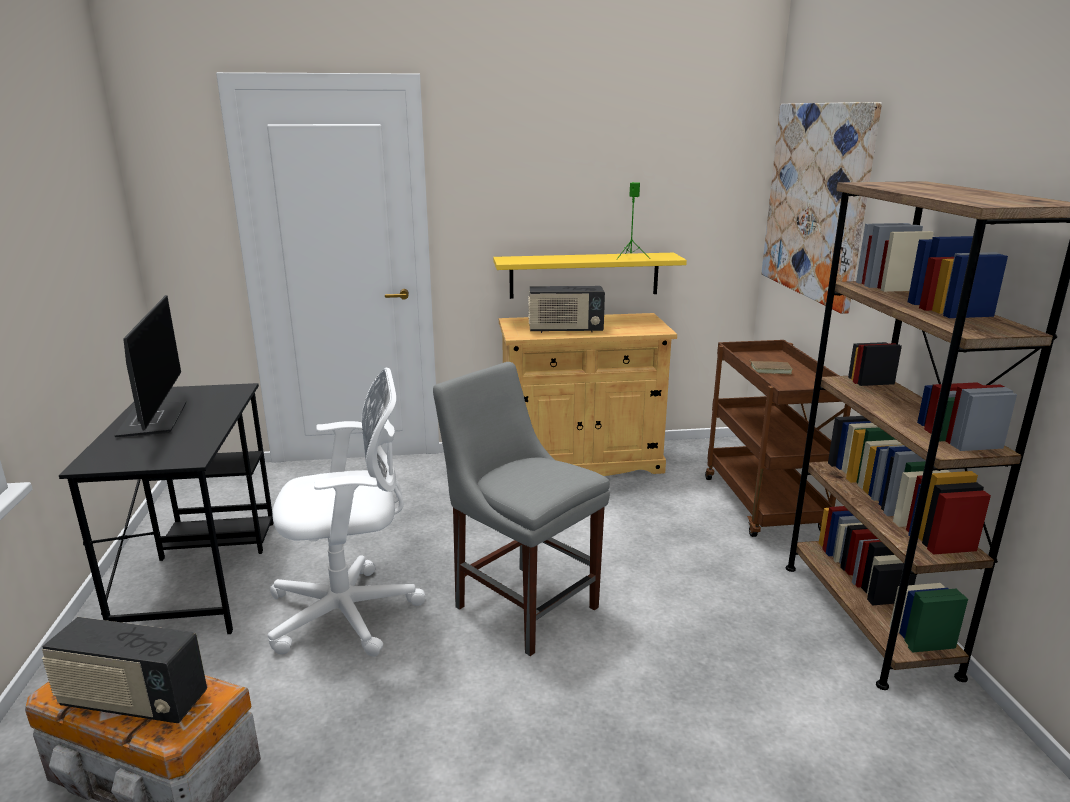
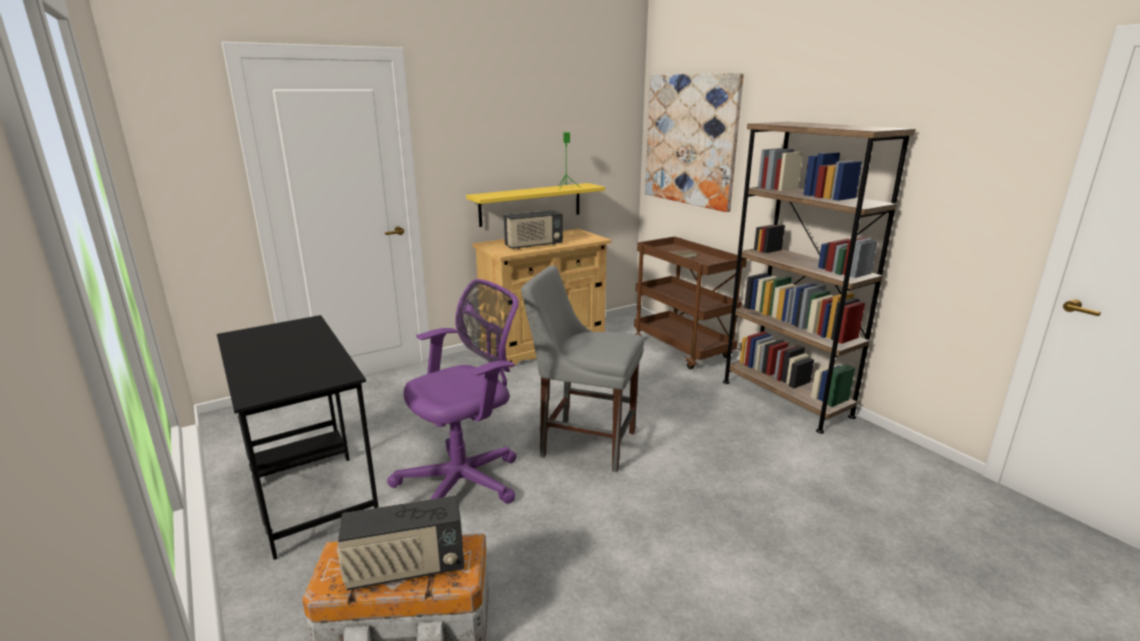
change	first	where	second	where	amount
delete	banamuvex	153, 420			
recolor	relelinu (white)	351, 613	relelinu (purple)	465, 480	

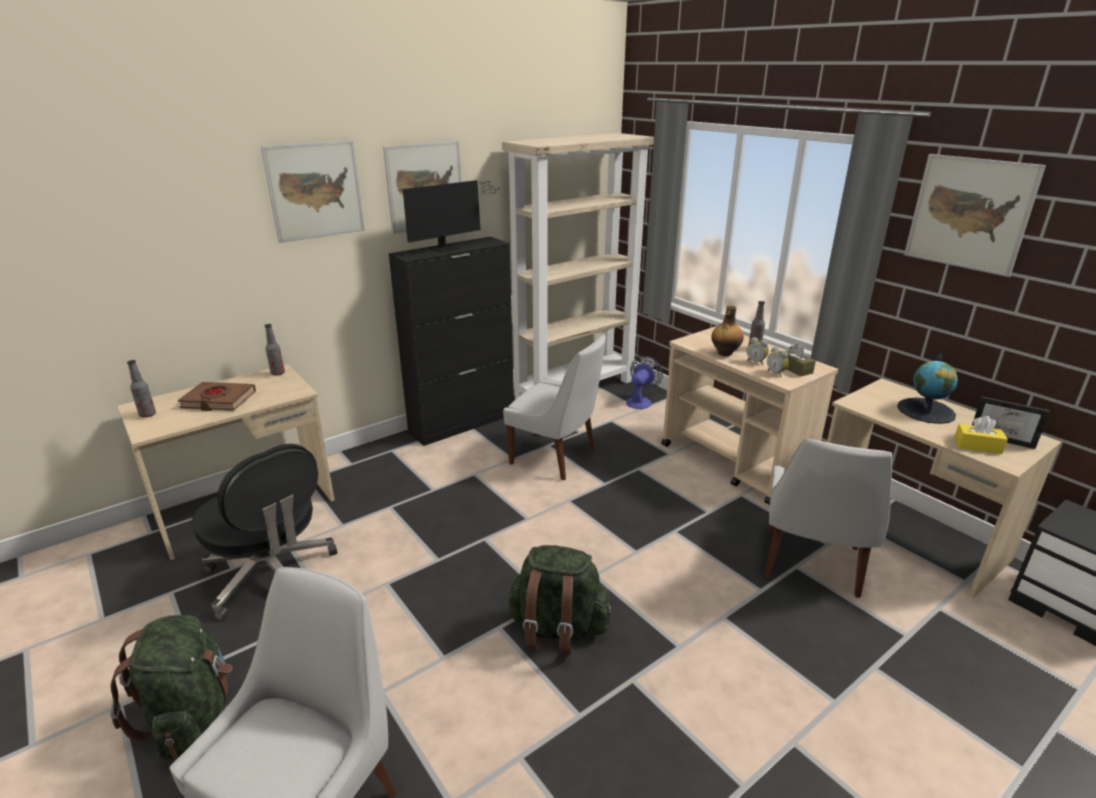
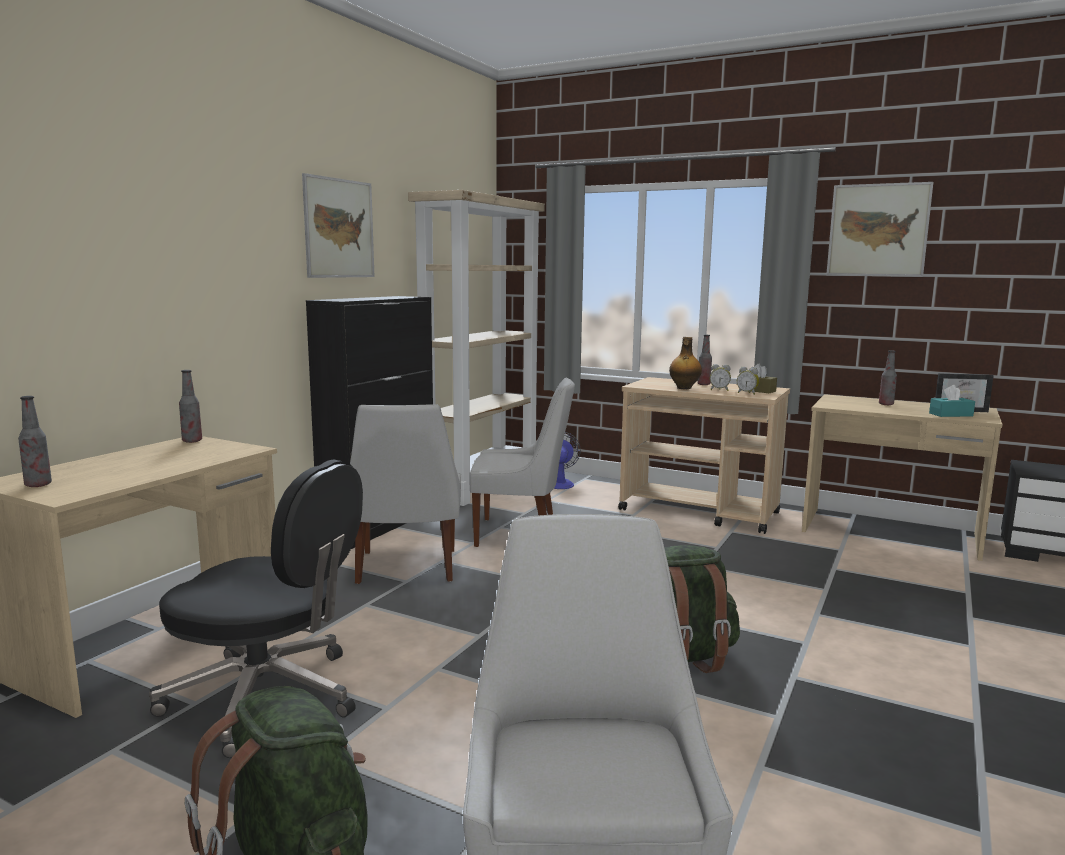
change	first	where	second	where	amount
delete	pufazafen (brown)	218, 400			
delete	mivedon	315, 191			
delete	banamuvex	448, 247			
move	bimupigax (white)	811, 565		406, 568	
replace	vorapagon	926, 411	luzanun	886, 404	
recolor	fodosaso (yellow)	977, 446	fodosaso (turquoise)	951, 414	

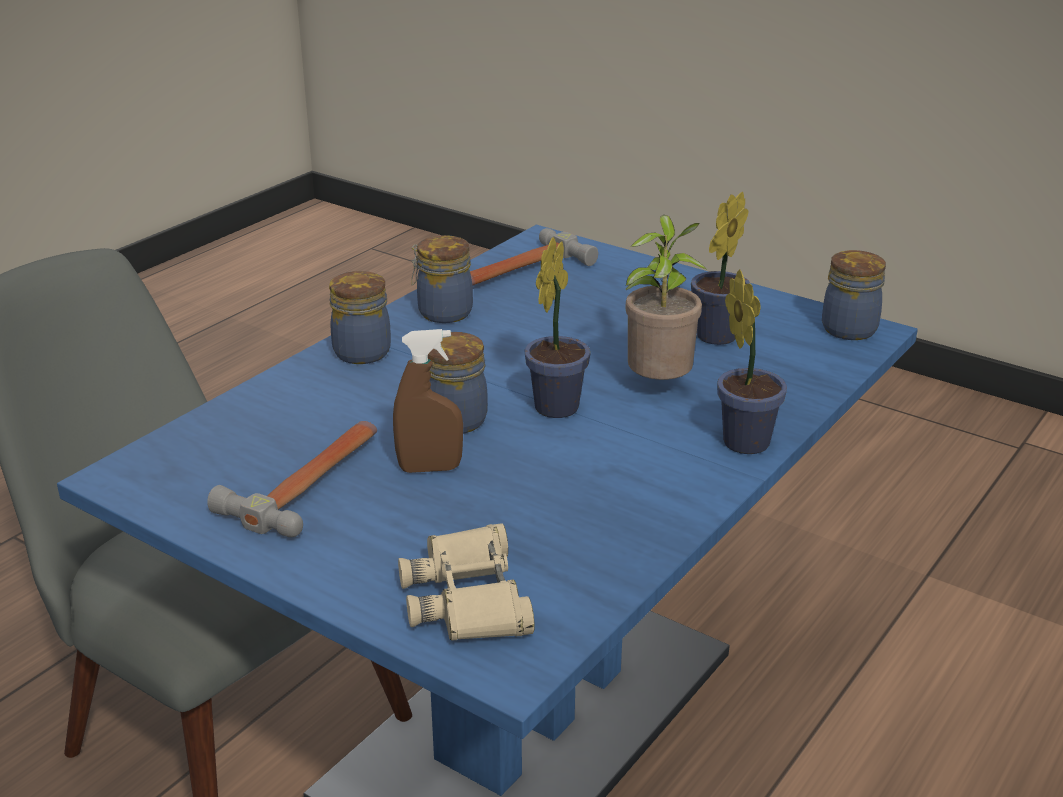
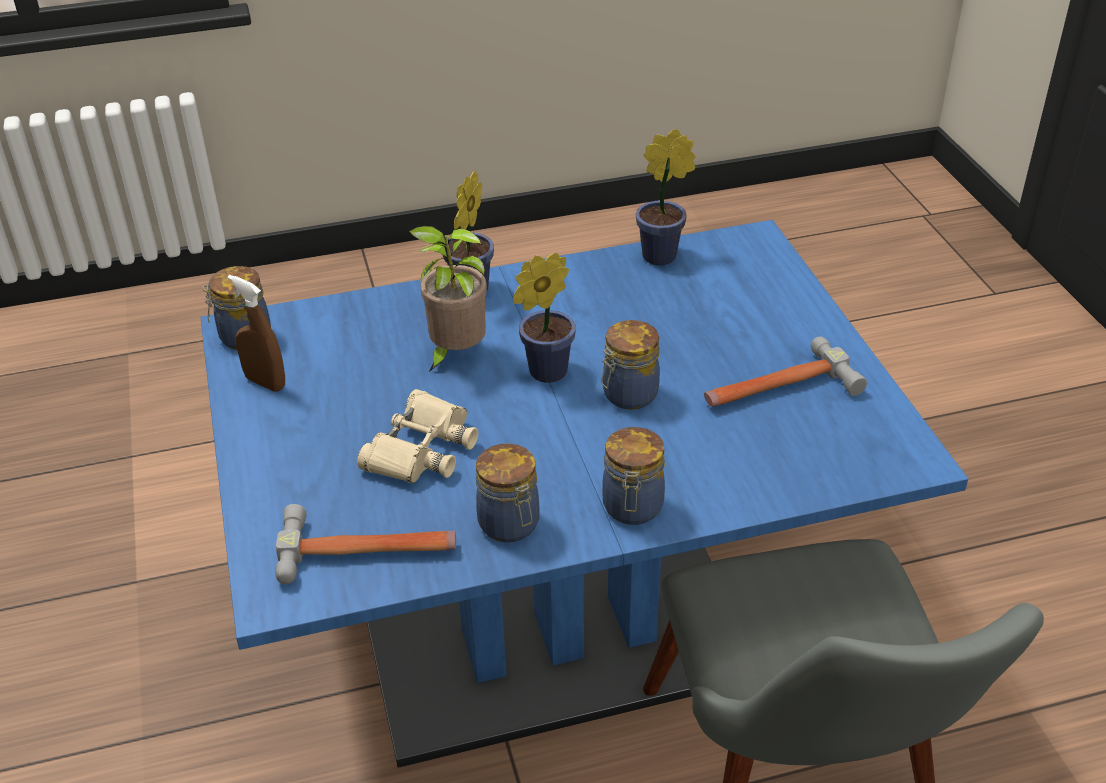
change	first	where	second	where	amount
move	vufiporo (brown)	430, 468		265, 382	
move	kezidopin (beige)	468, 597		421, 448	
move	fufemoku	713, 338		664, 255	

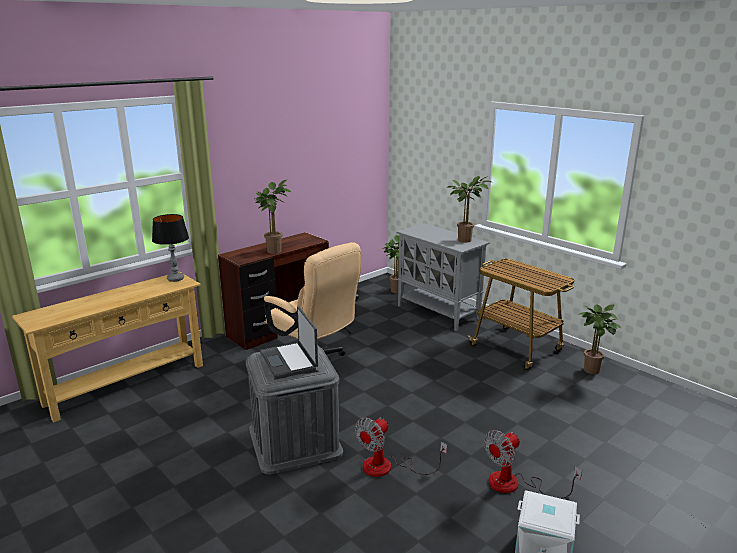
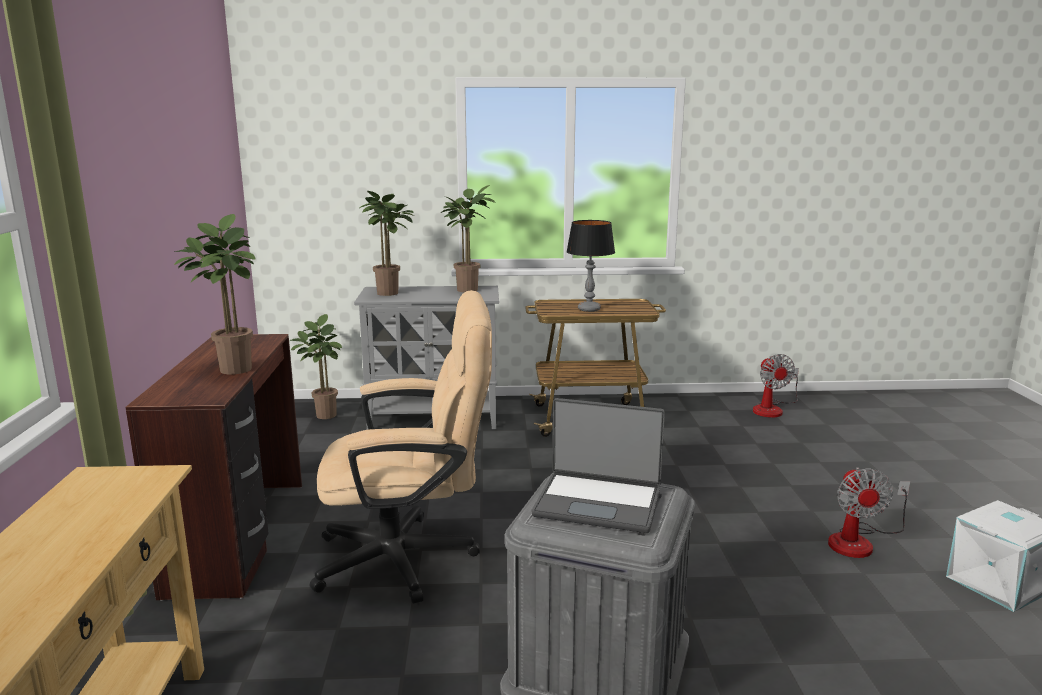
change	first	where	second	where	amount
move	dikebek	175, 279		589, 309	
move	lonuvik	388, 467		772, 409	
move	fufemoku	592, 371		390, 294	

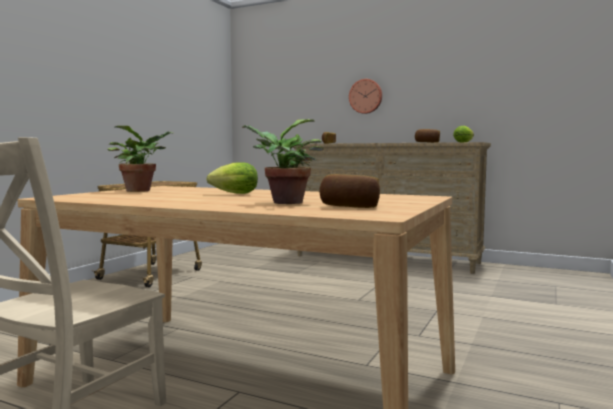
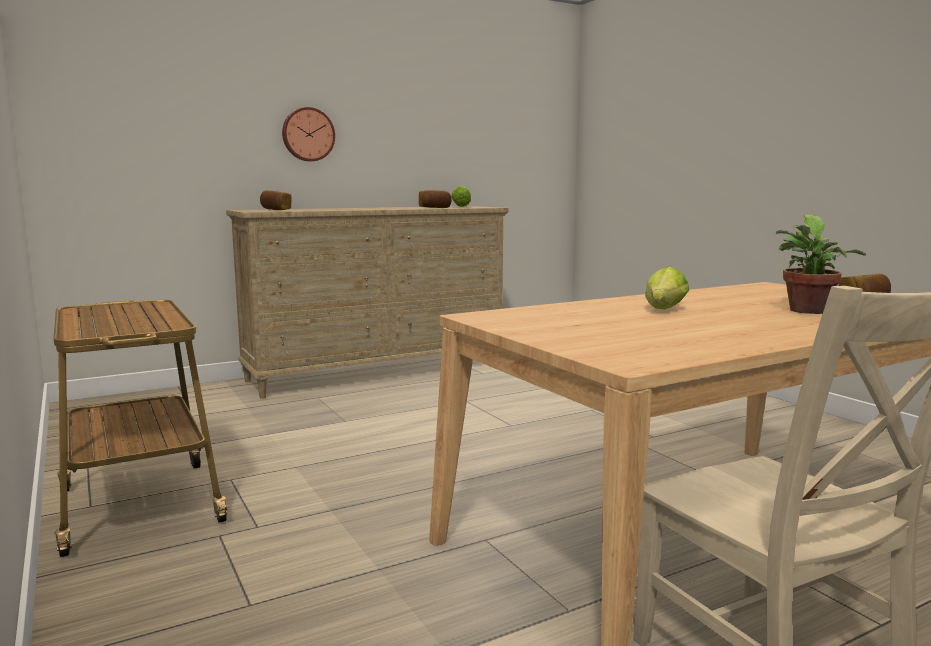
change	first	where	second	where	amount
delete	fufemoku	141, 190			

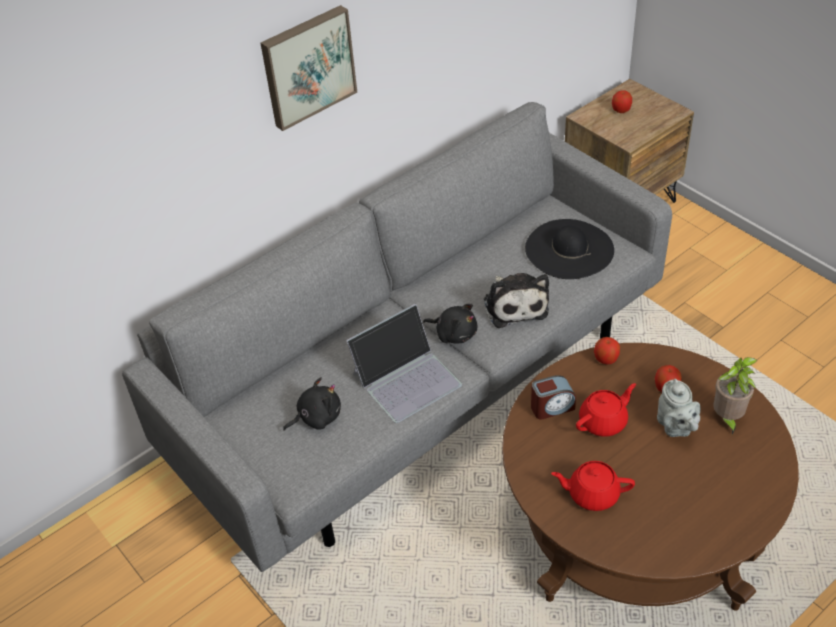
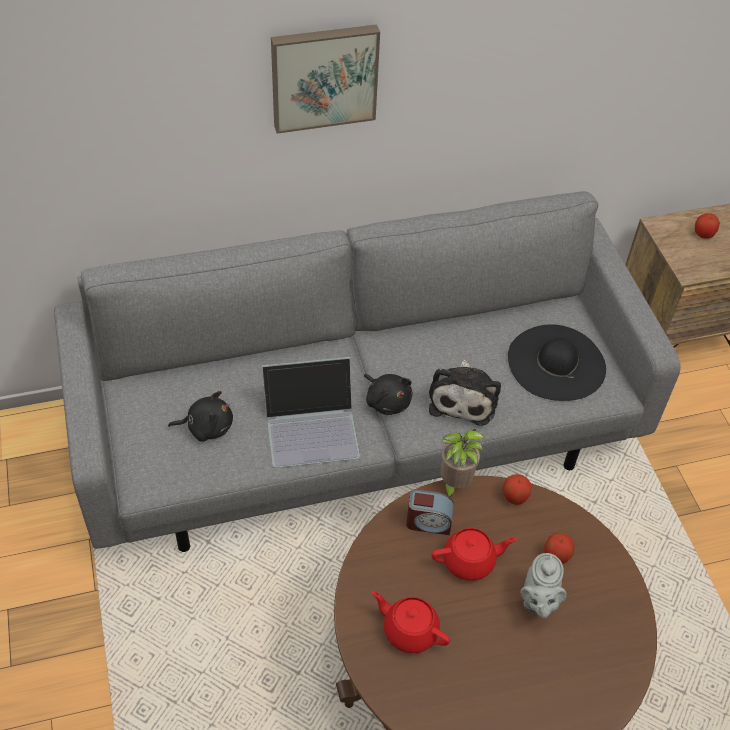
change	first	where	second	where	amount
move	fufemoku	727, 418		454, 484	

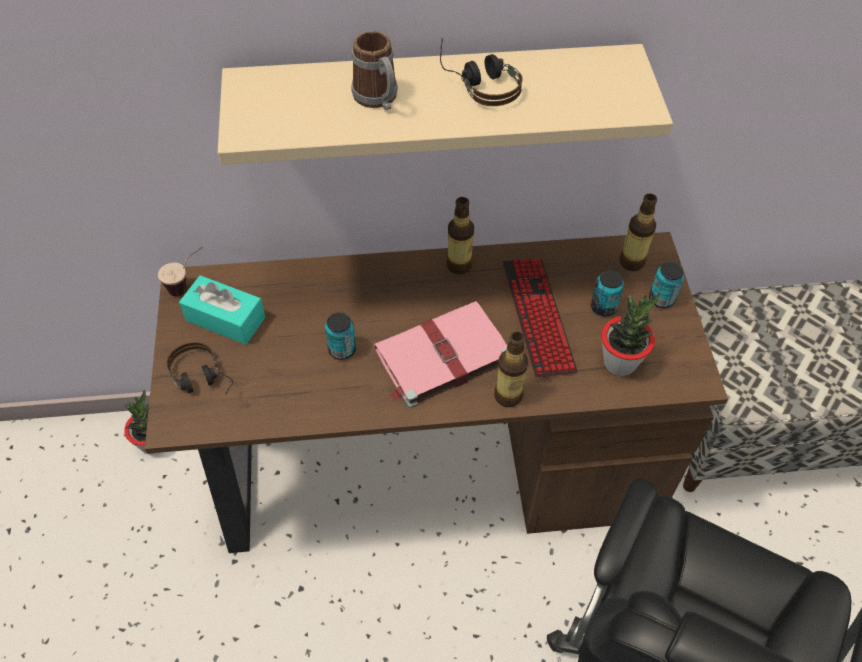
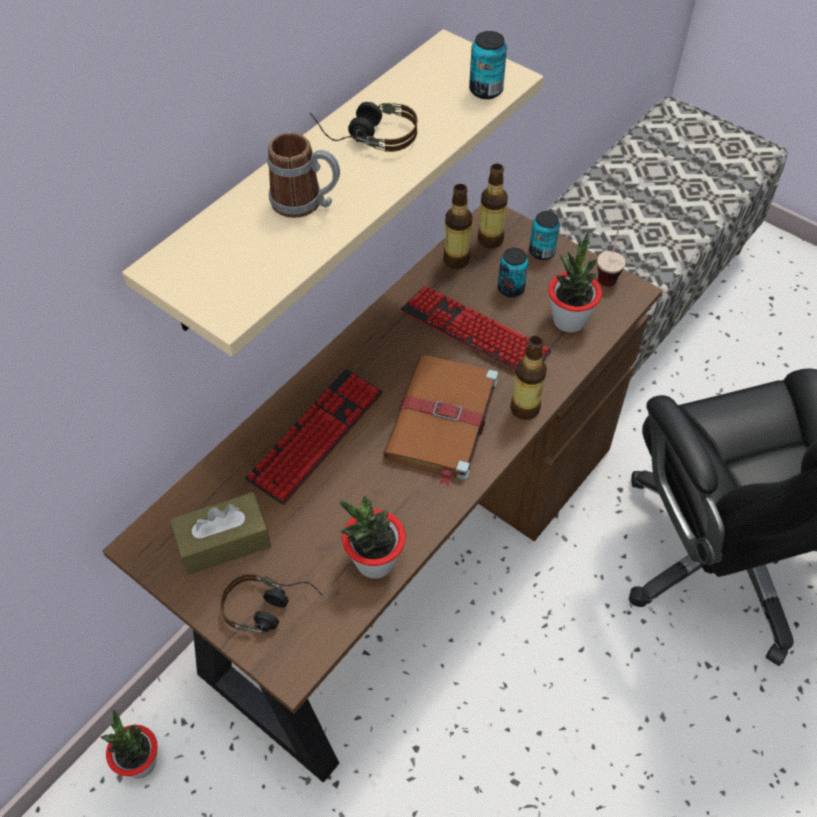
change	first	where	second	where	amount
insert			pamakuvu	316, 436	
insert			fufemoku	374, 562	
move	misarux	188, 285		608, 272	
move	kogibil	342, 349		486, 90	
move	luzanun	459, 265		456, 260	
recolor	fodosaso (turquoise)	225, 319	fodosaso (brown)	223, 542	
recolor	pufazafen (pink)	441, 357	pufazafen (brown)	441, 421	

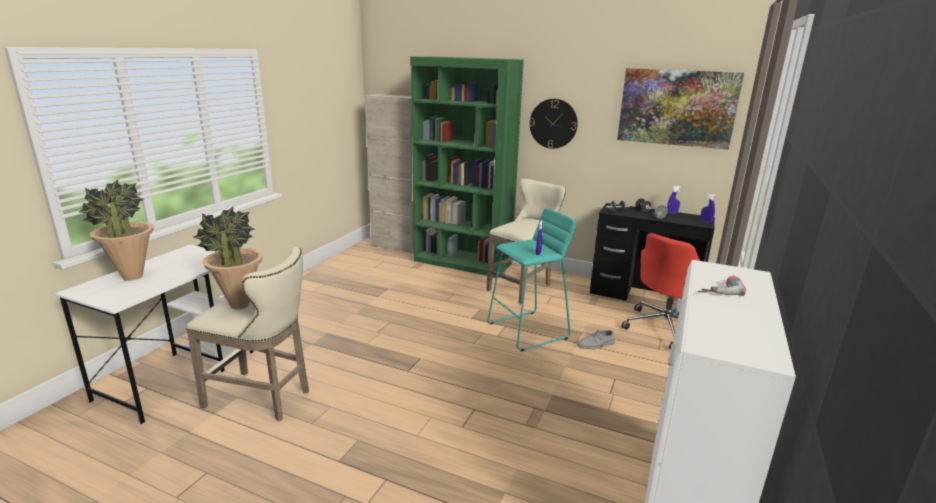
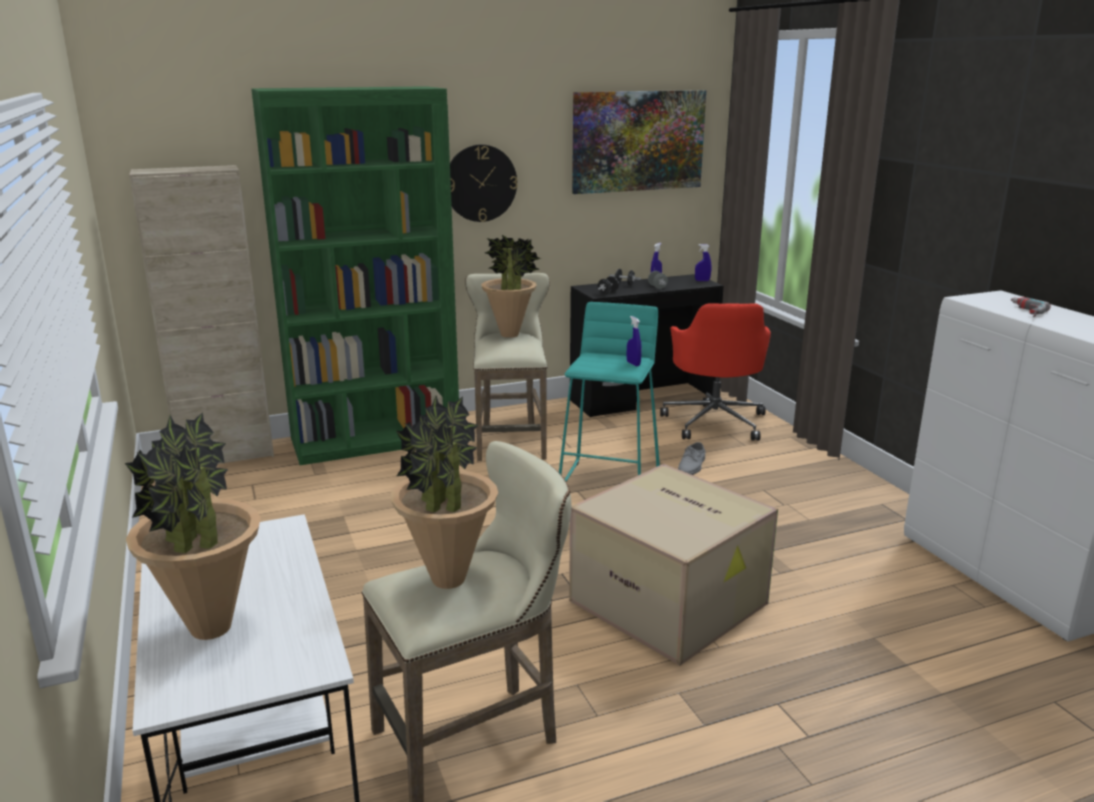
change	first	where	second	where	amount
insert			fufemoku	510, 335	
insert			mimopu	671, 602	

